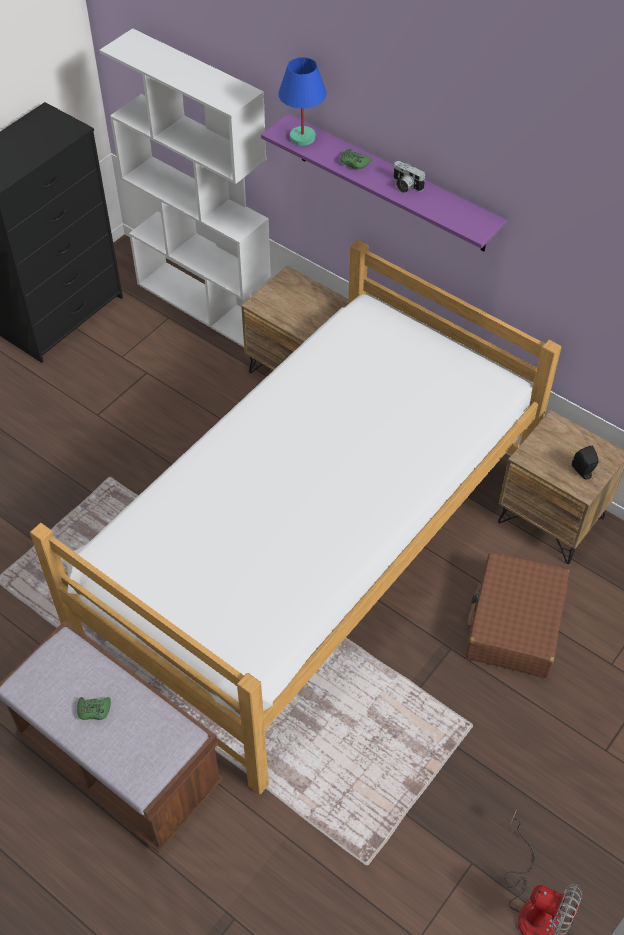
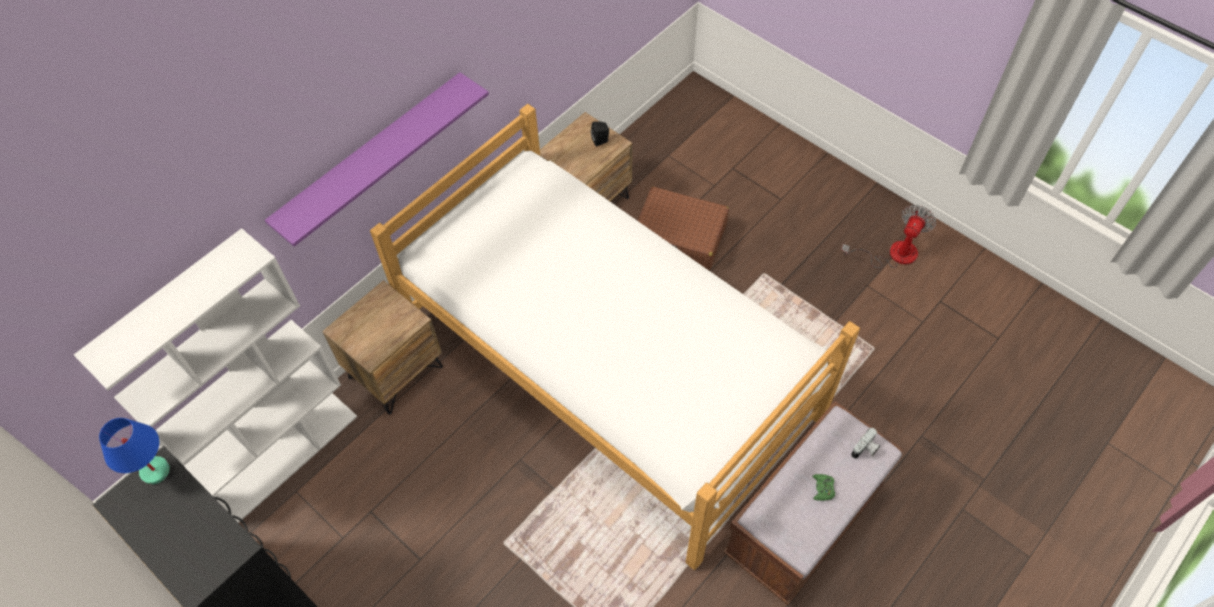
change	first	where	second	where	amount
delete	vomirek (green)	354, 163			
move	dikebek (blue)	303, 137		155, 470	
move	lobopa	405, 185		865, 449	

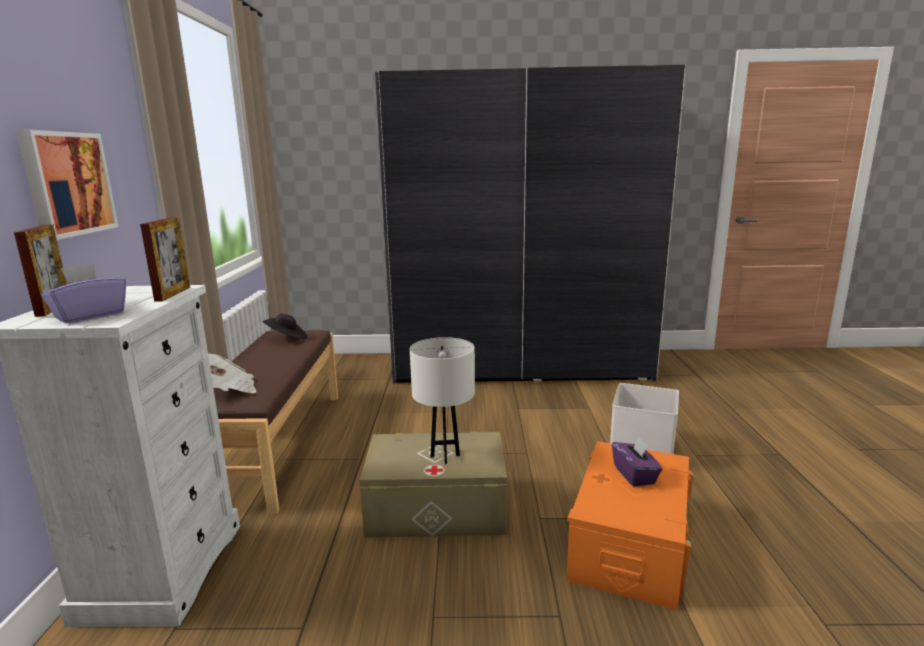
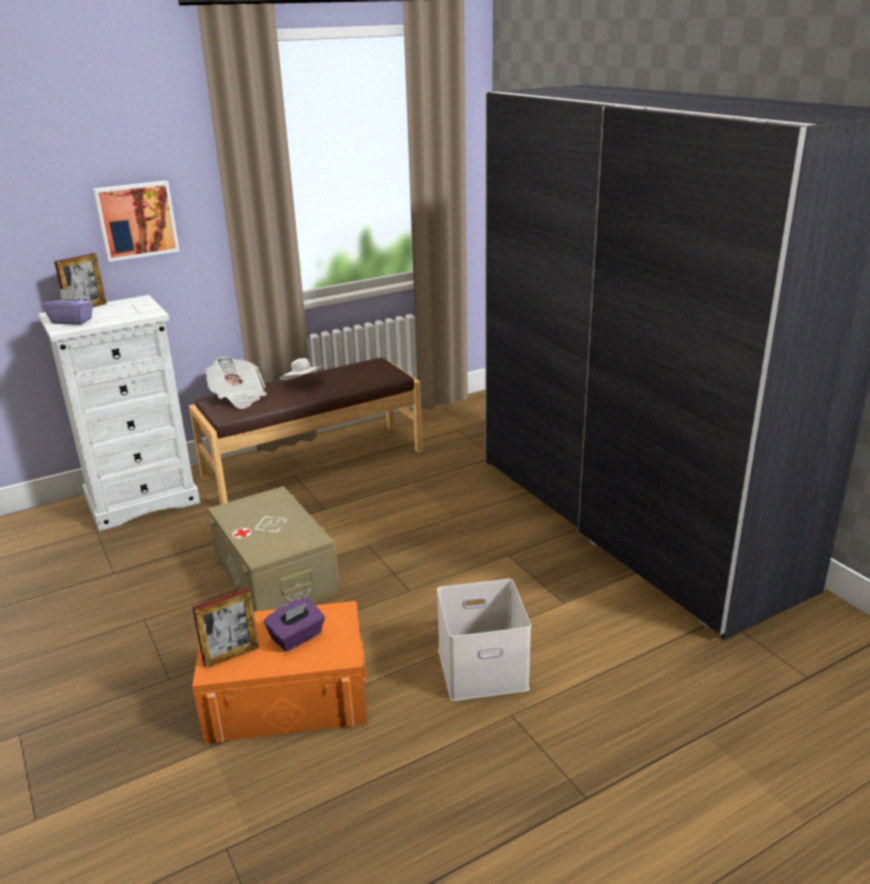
change	first	where	second	where	amount
delete	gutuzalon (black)	287, 338			
delete	dikebek (white)	445, 456			
insert			gutuzalon (white)	303, 383	
move	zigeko	173, 294		231, 655	

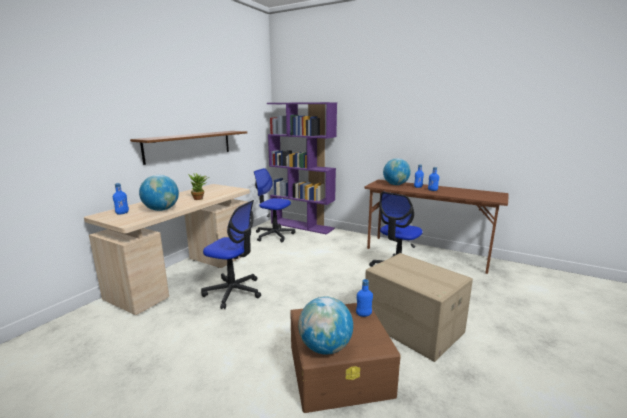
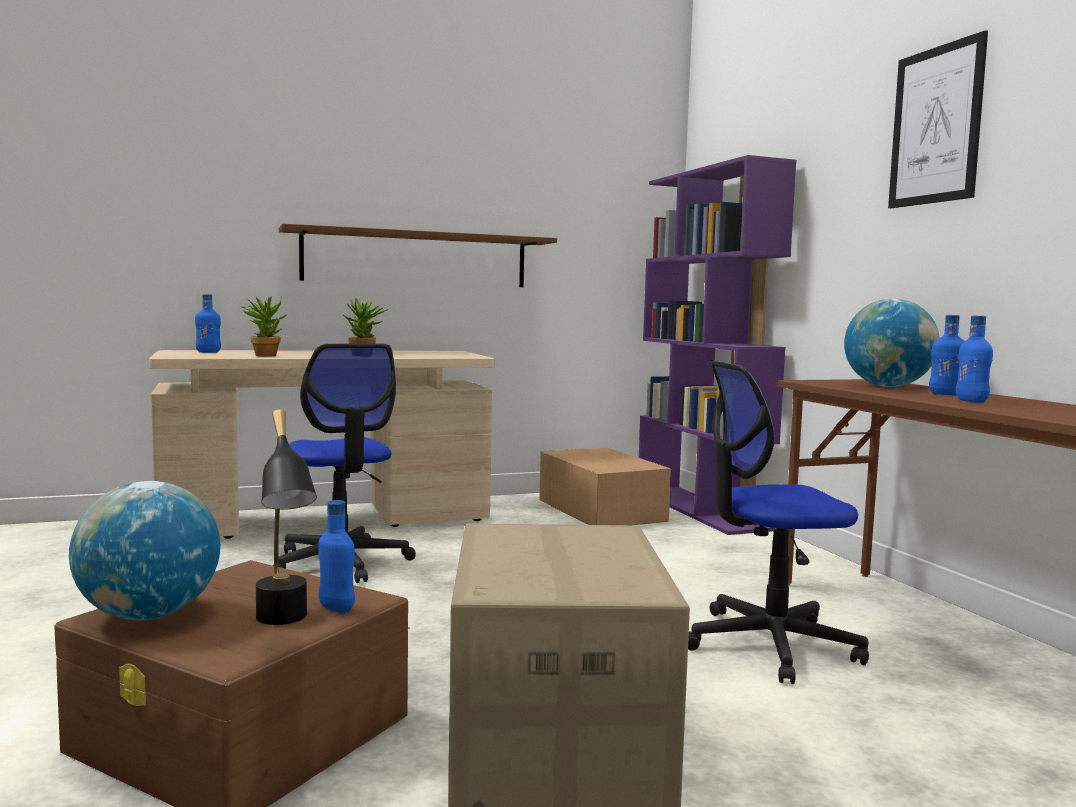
change	first	where	second	where	amount
insert			dikebek (black)	284, 624	
insert			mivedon	936, 125	
replace	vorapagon	161, 209	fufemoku	265, 355	
replace	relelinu	274, 235	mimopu	601, 509	

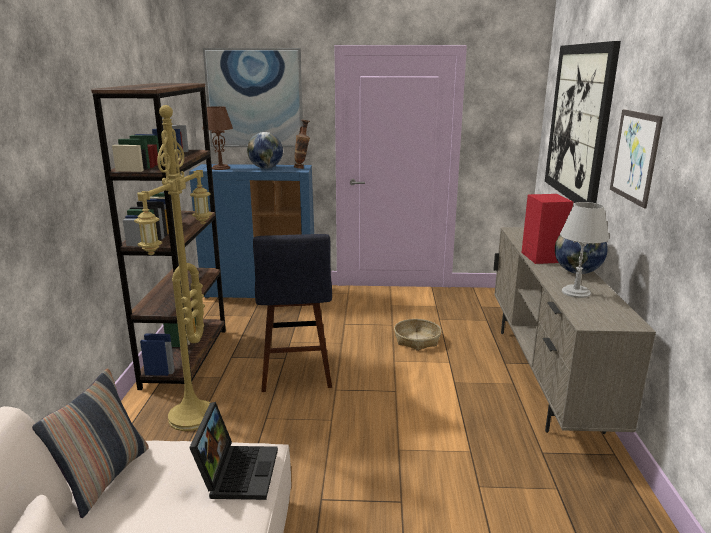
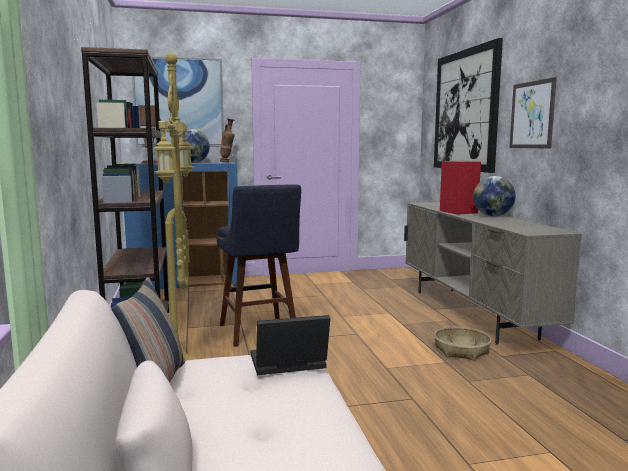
change	first	where	second	where	amount
delete	dikebek (grey)	575, 292			
move	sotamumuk	417, 340		461, 350	
rotate	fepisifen	237, 471		286, 364	90 degrees counterclockwise

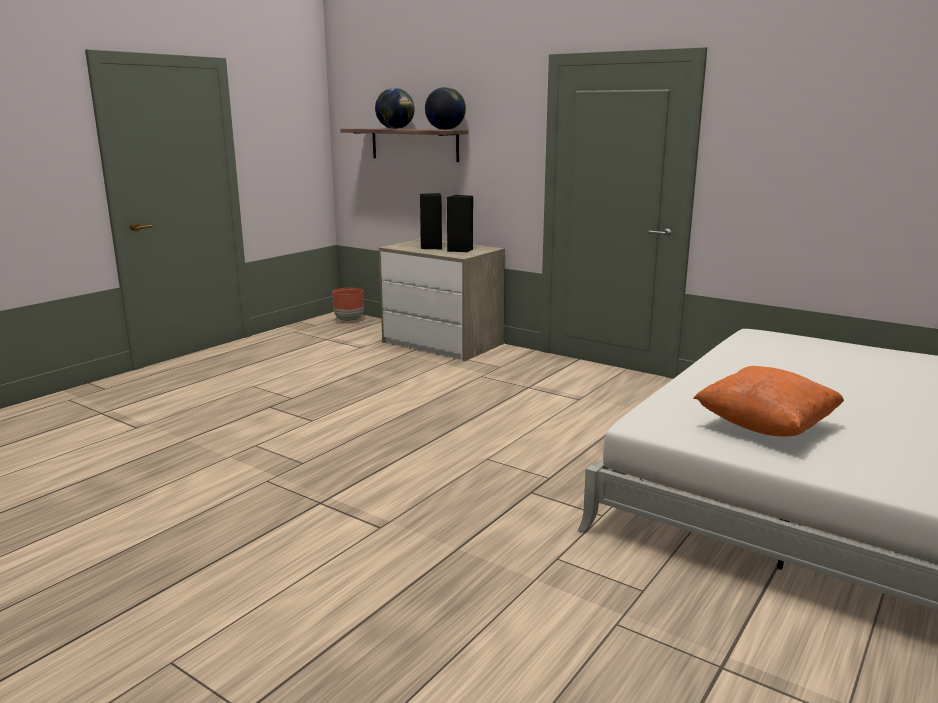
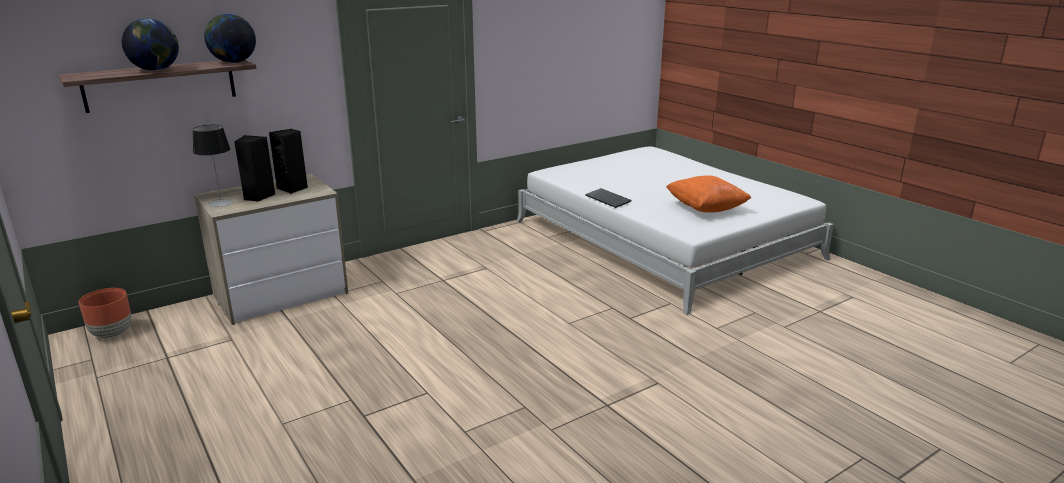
change	first	where	second	where	amount
insert			dikebek	221, 203	
insert			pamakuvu	609, 199	

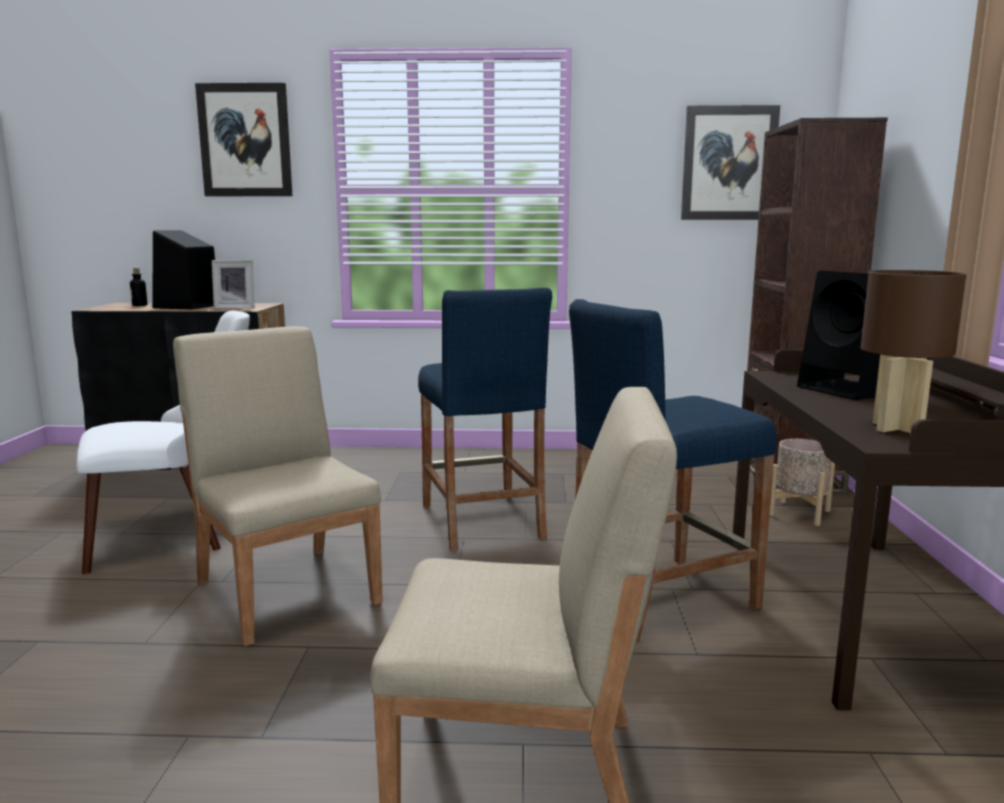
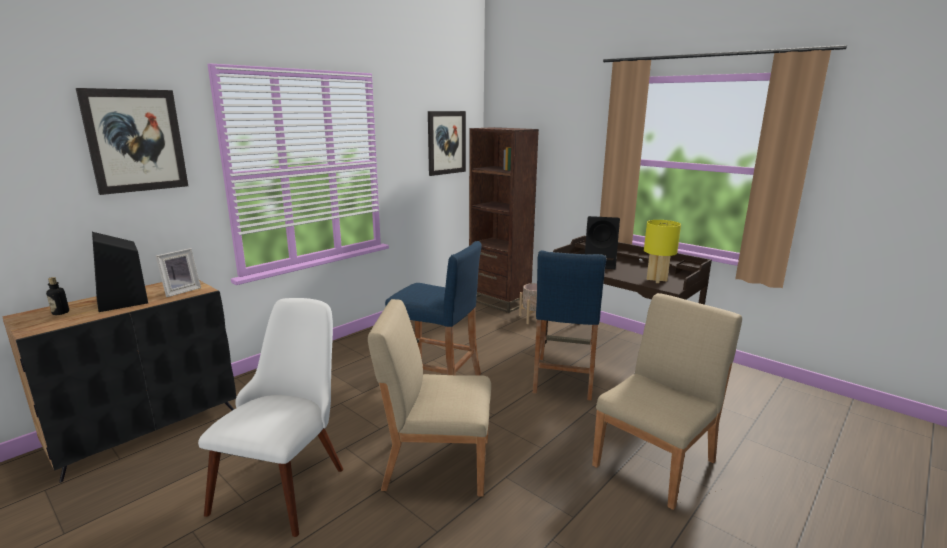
change	first	where	second	where	amount
recolor	dikebek (brown)	898, 428	dikebek (yellow)	657, 280	

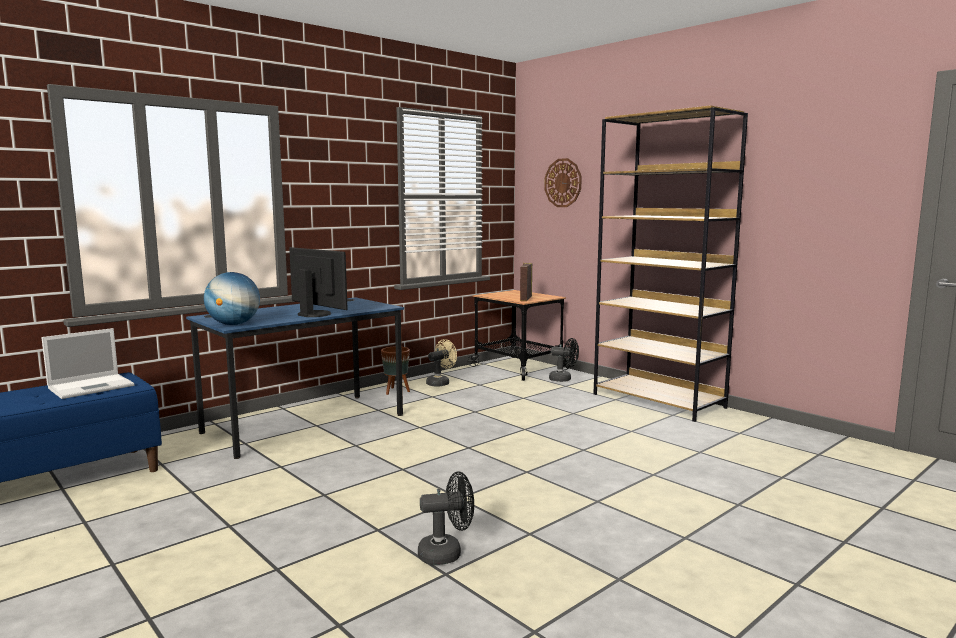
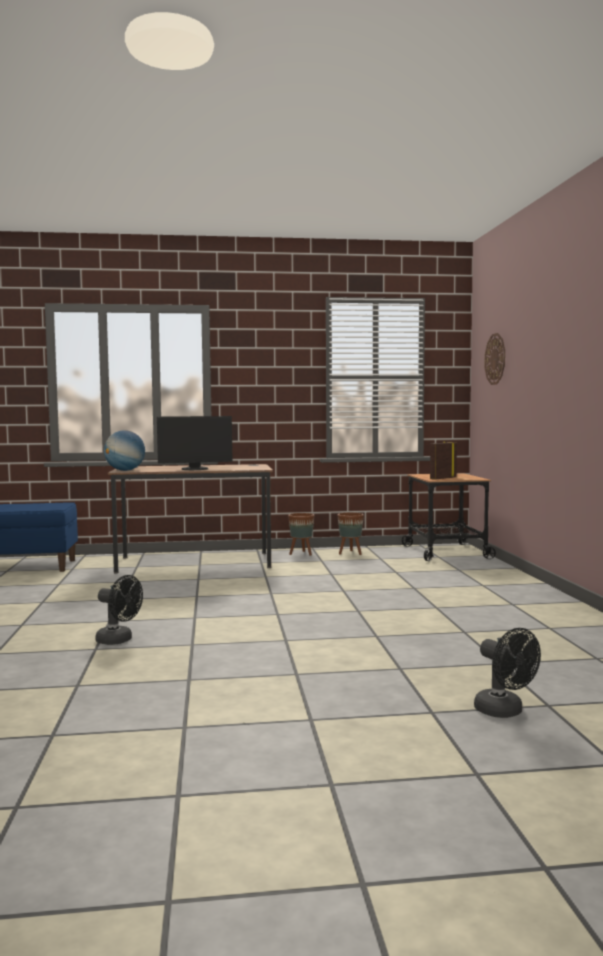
change	first	where	second	where	amount
delete	fepisifen	92, 386			
delete	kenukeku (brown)	659, 401			
move	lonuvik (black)	564, 379		504, 712	
replace	lonuvik (beige)	440, 383	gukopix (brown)	350, 553	
recolor	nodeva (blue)	305, 423	nodeva (brown)	194, 562	
rotate	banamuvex	316, 314		195, 469	90 degrees clockwise

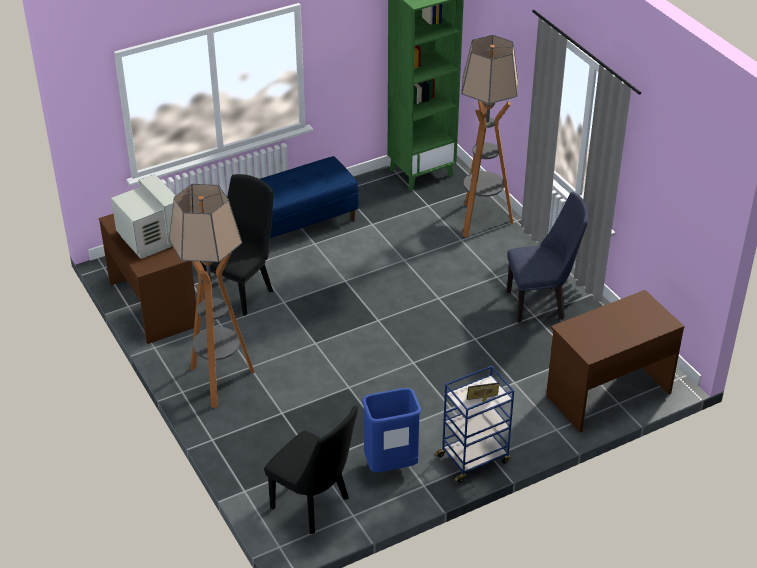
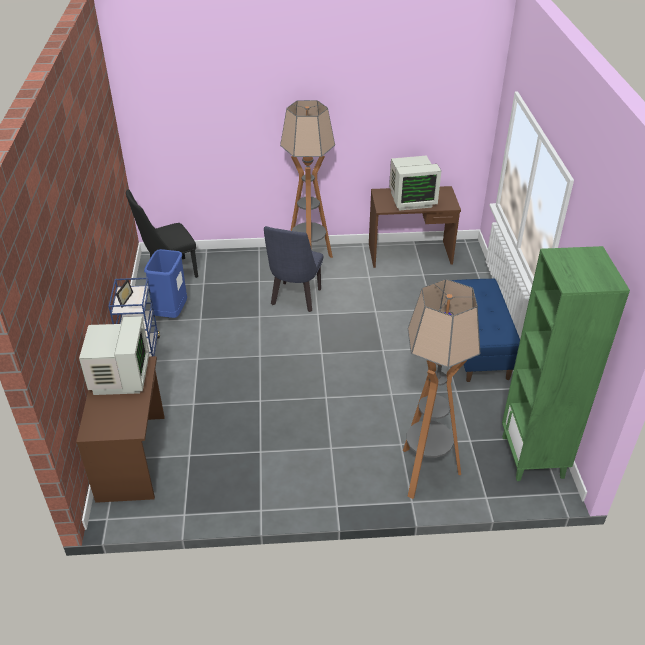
change	first	where	second	where	amount
delete	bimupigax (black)	243, 291			
insert			banamuvex	119, 378	
move	bimupigax (blue)	541, 303		295, 299	

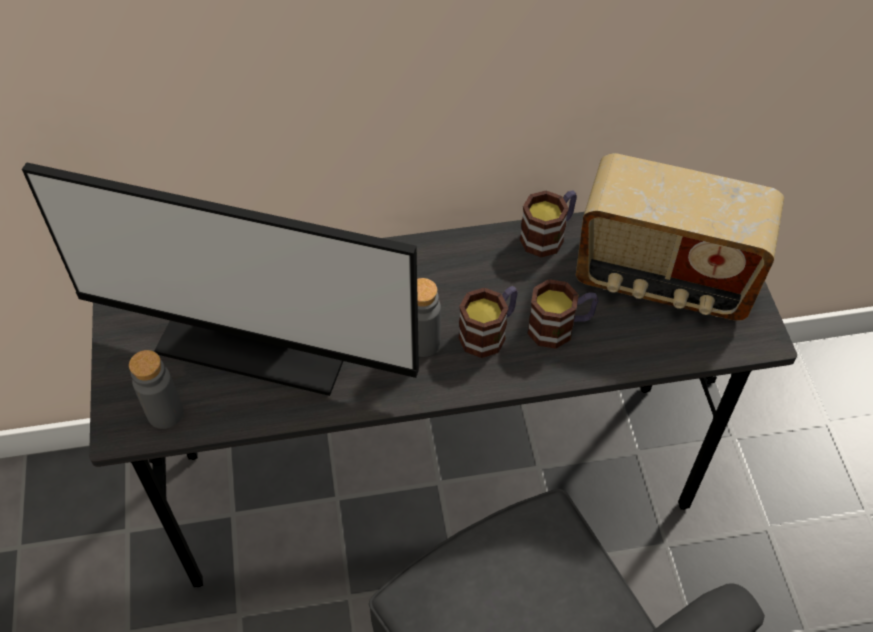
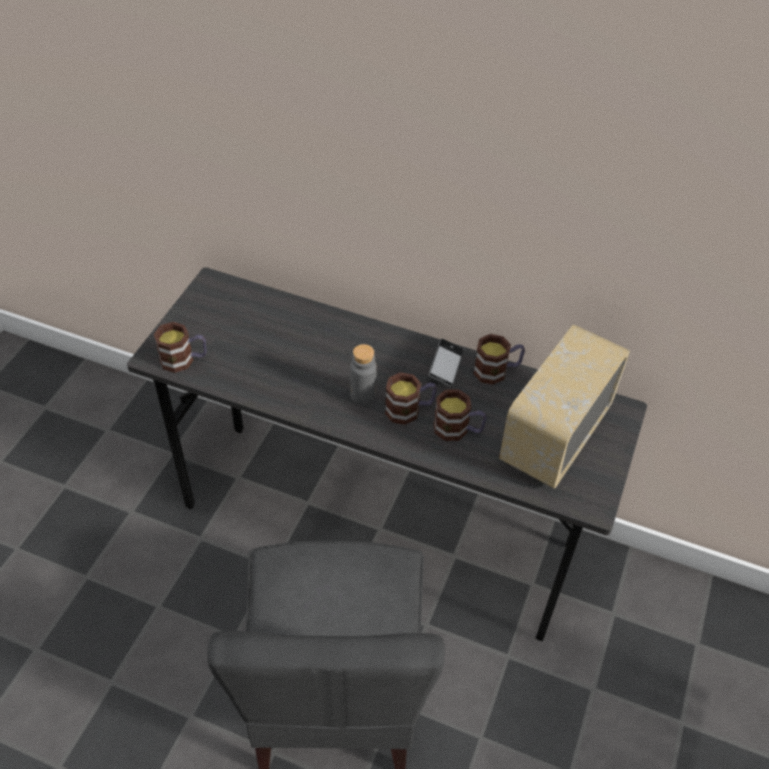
change	first	where	second	where	amount
delete	banamuvex	259, 335			
insert			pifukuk	445, 366	
replace	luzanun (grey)	165, 413	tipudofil	184, 360	
rotate	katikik	663, 280		553, 435	75 degrees clockwise

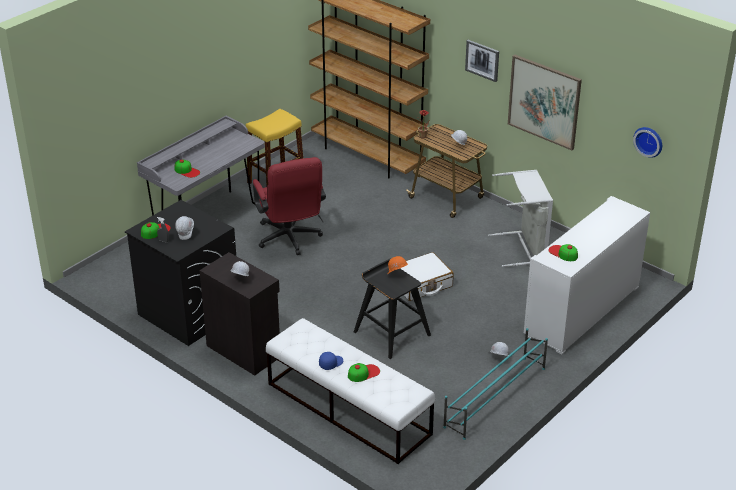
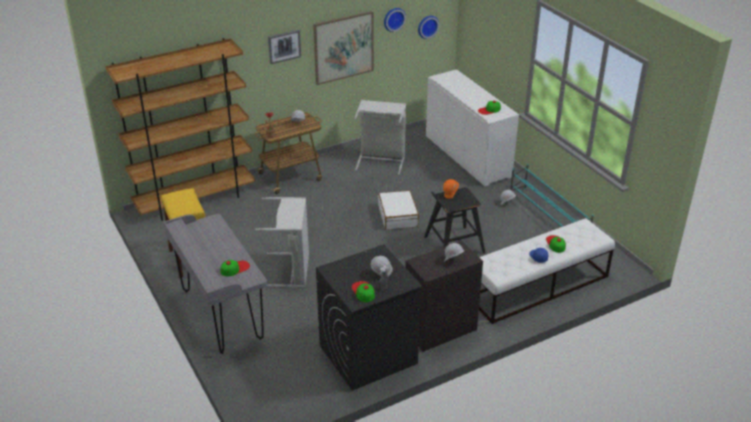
change	first	where	second	where	amount
insert			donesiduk	393, 19	
replace	relelinu (red)	290, 240	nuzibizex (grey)	292, 270	

